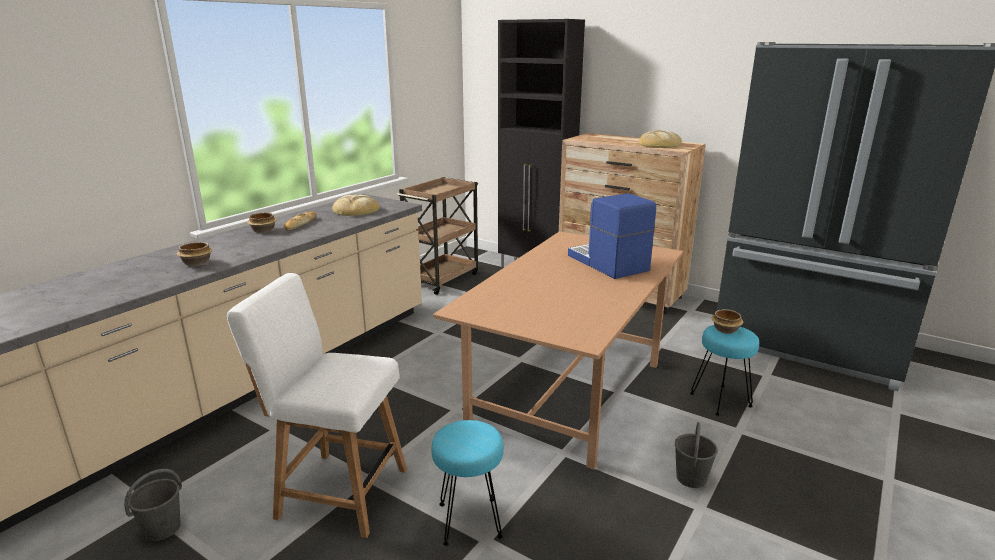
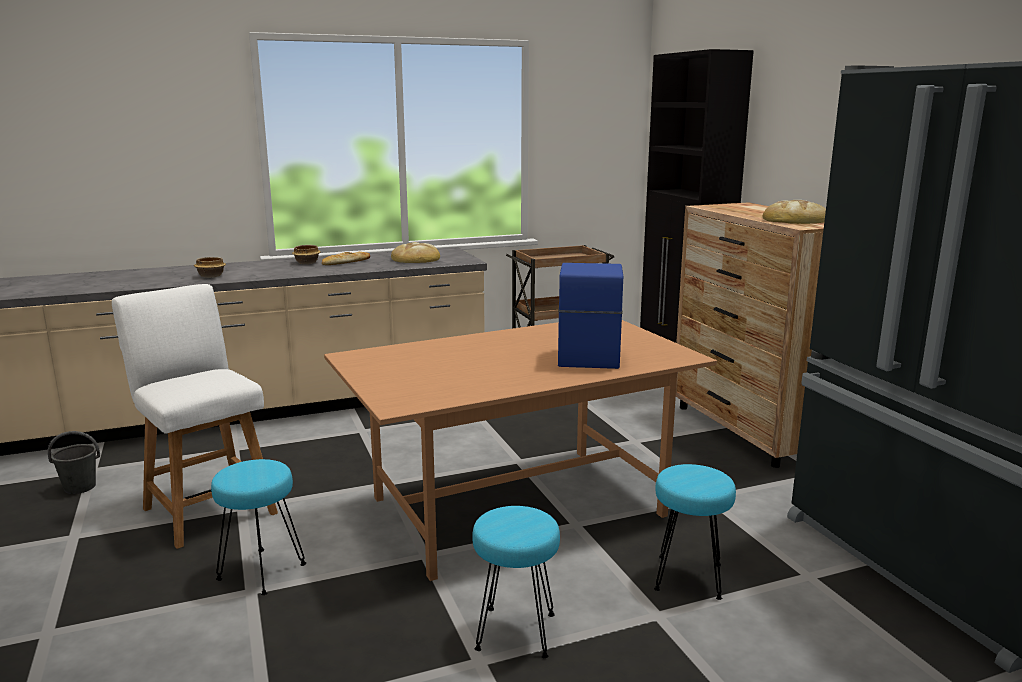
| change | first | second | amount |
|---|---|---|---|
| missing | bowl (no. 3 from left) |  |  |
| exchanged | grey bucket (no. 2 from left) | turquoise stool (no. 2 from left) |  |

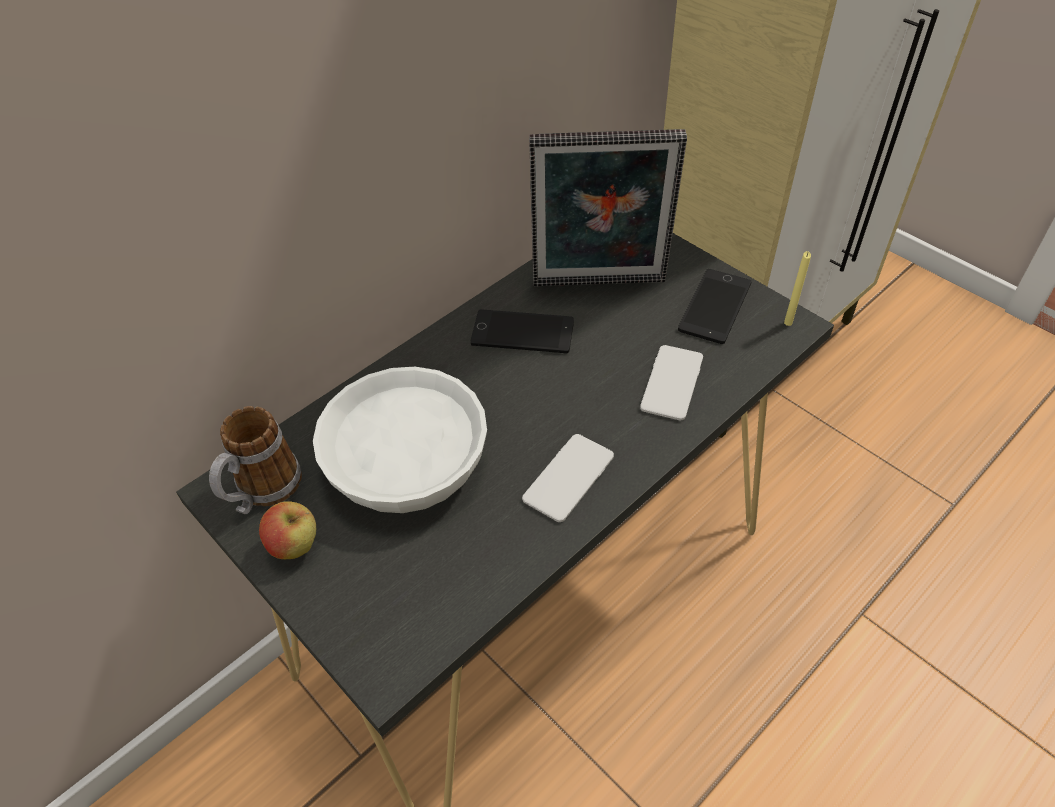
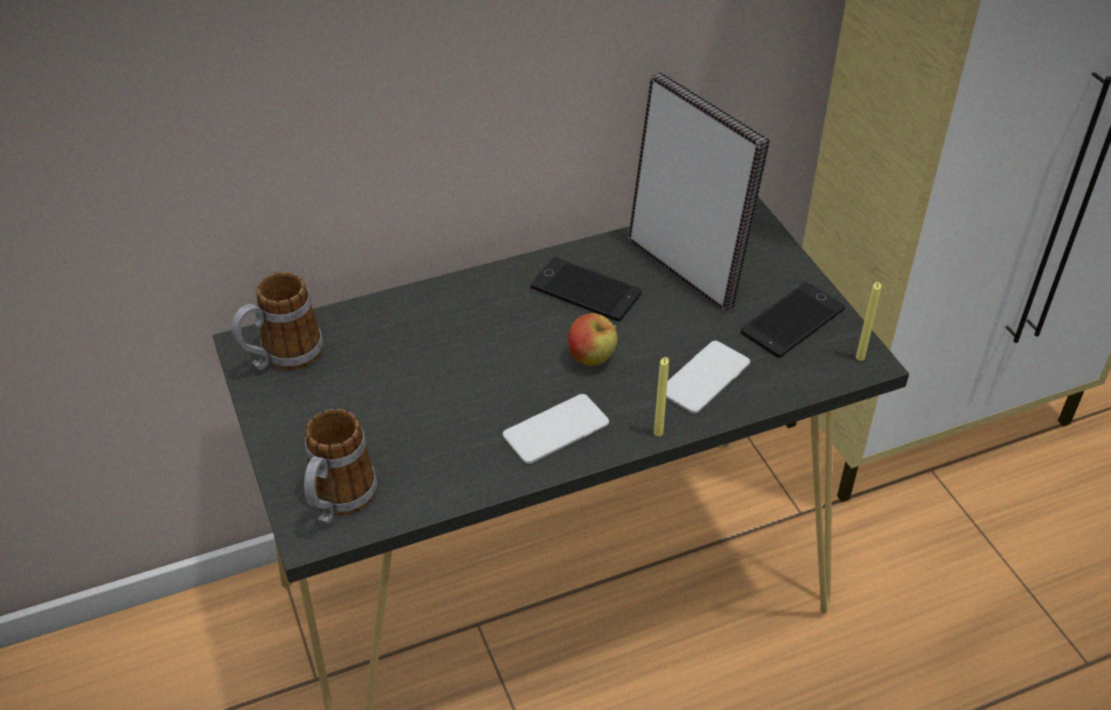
| change | first | second | amount |
|---|---|---|---|
| spun | picture frame |  | 150 degrees counterclockwise |
| missing | white bowl |  |  |
| relocated | apple |  |  |
| appeared |  | yellow candle (no. 1 from left) |  |
| appeared |  | mug (no. 2 from left) |  |

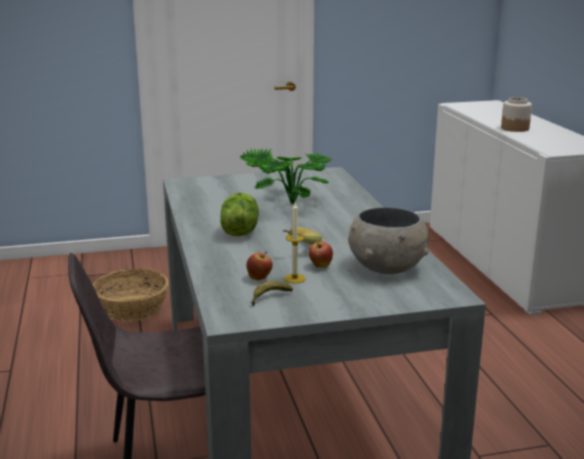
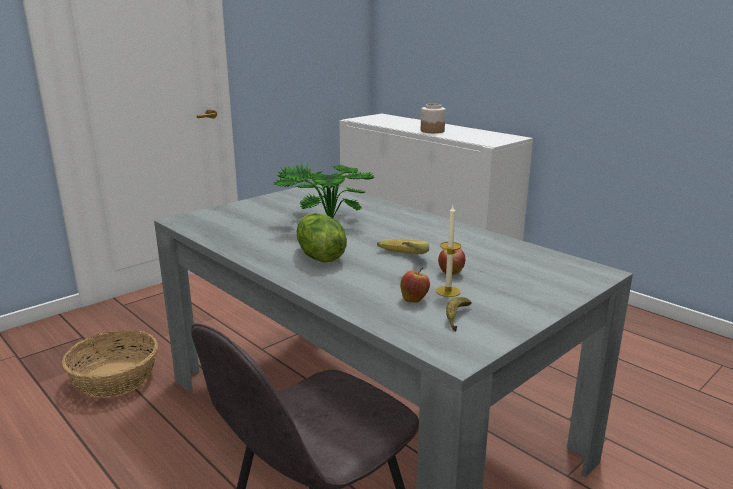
| change | first | second | amount |
|---|---|---|---|
| missing | grey bowl |  |  |

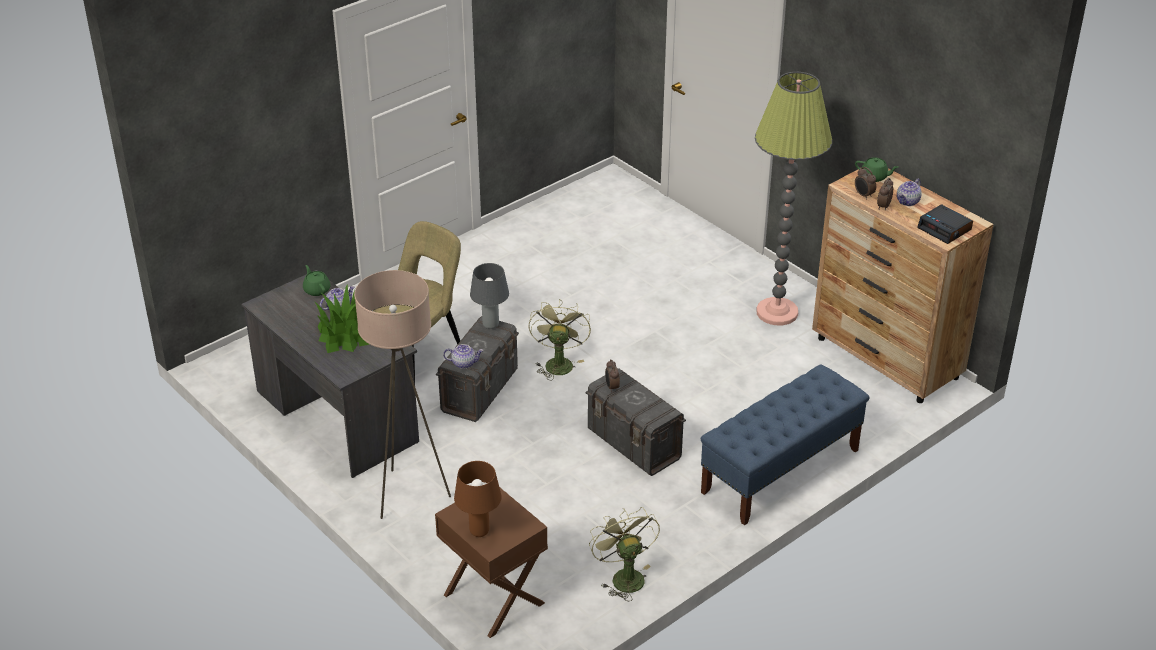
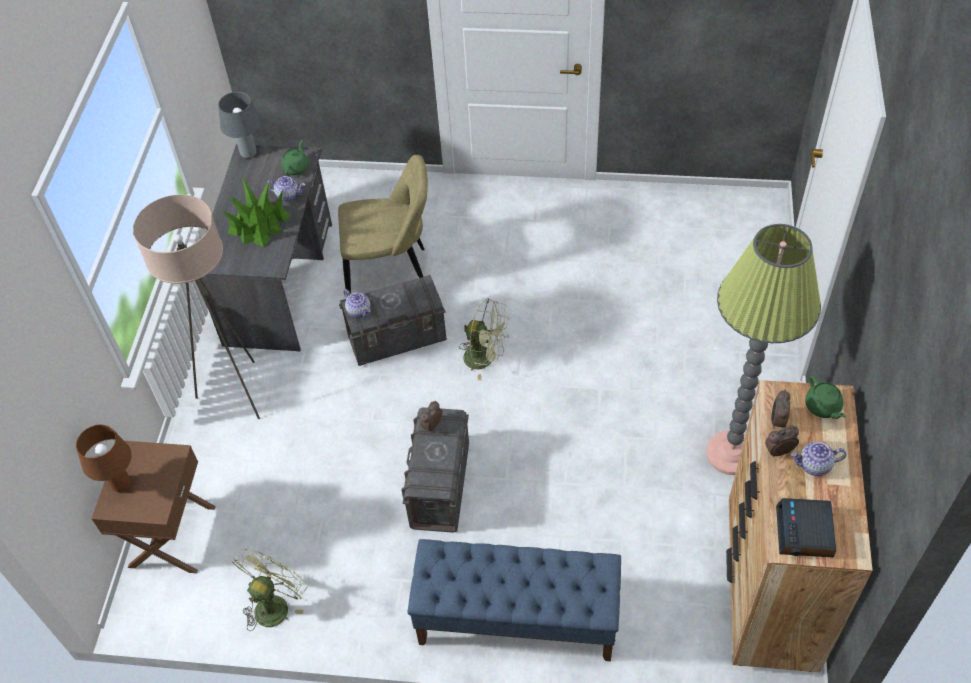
| change | first | second | amount |
|---|---|---|---|
| relocated | grey table lamp |  |  |
| spun | green fan (no. 1 from left in the first image) | green fan (no. 2 from left) | 60 degrees clockwise |

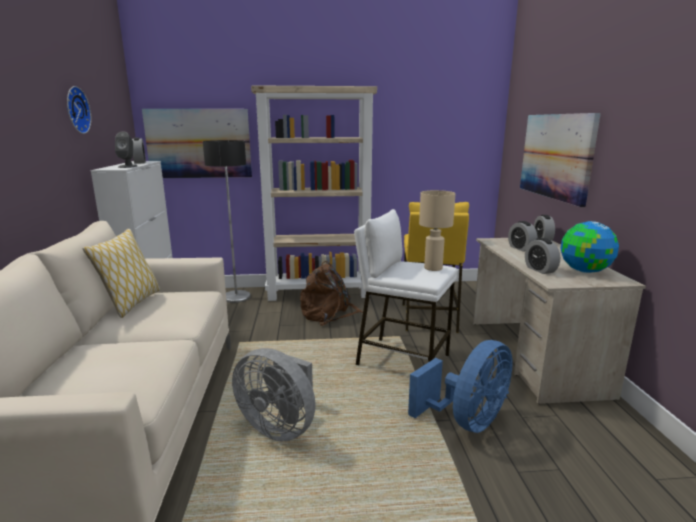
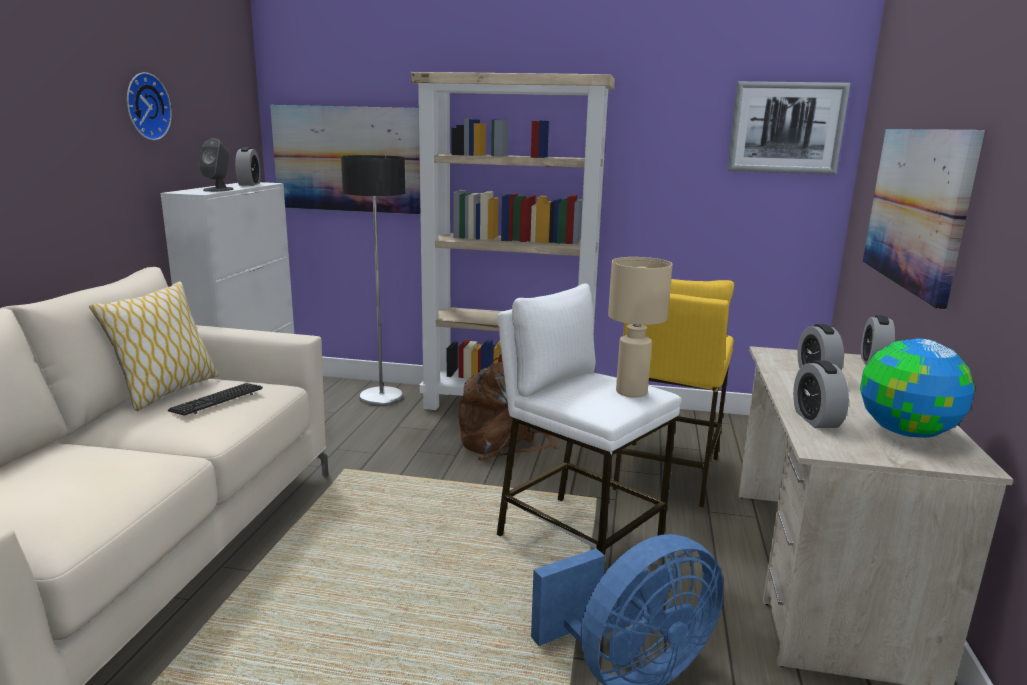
| change | first | second | amount |
|---|---|---|---|
| missing | grey fan |  |  |
| appeared |  | picture (no. 2 from left) |  |
| appeared |  | keyboard |  |

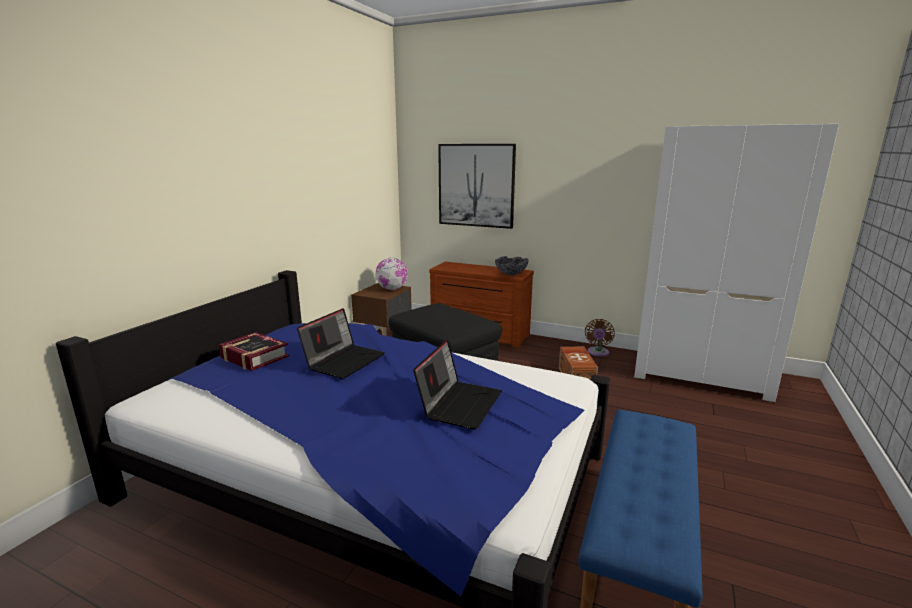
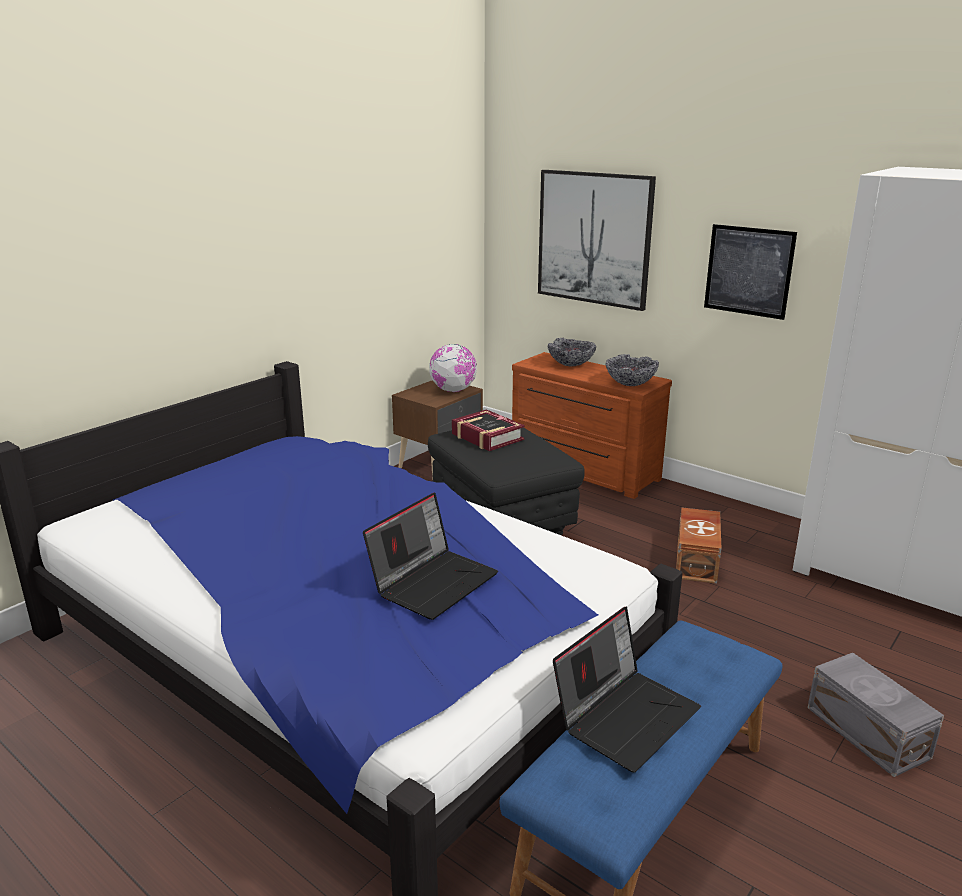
| change | first | second | amount |
|---|---|---|---|
| relocated | laptop (no. 1 from left in the first image) | laptop (no. 2 from left) |  |
| missing | brown fan |  |  |
| relocated | book |  |  |
| appeared |  | picture (no. 2 from left) |  |
| appeared |  | bowl (no. 1 from left) |  |
| appeared |  | grey storage box |  |

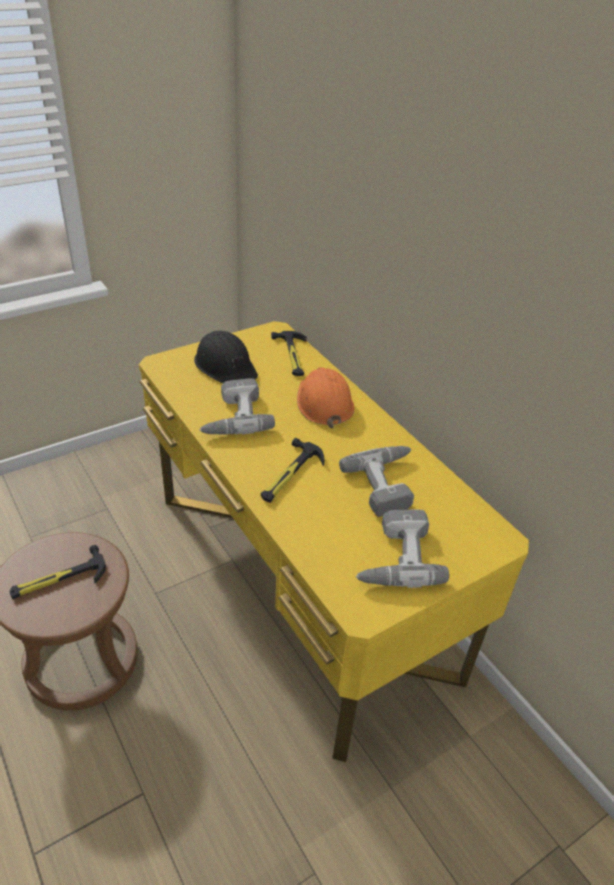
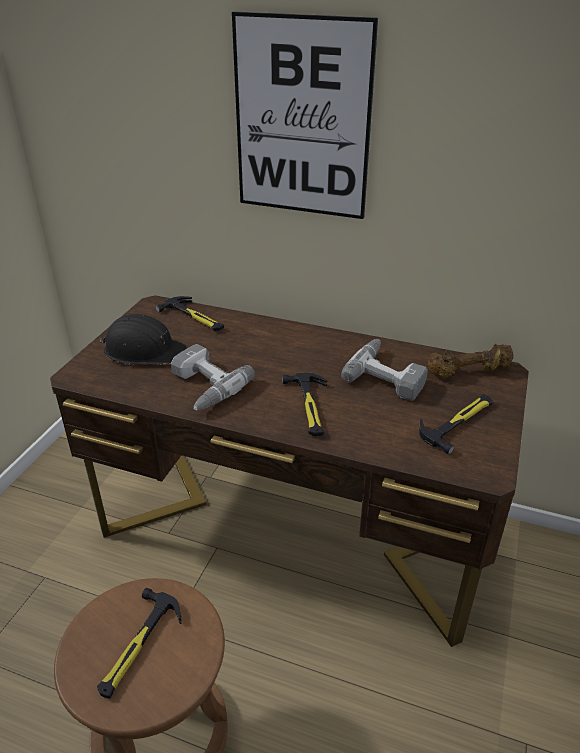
| change | first | second | amount |
|---|---|---|---|
| colour | yellow desk | brown desk |  |
| missing | orange hard hat |  |  |
| exchanged | power drill (no. 3 from left) | hammer (no. 4 from left) |  |
| appeared |  | picture |  |
| appeared |  | brown dumbbell |  |

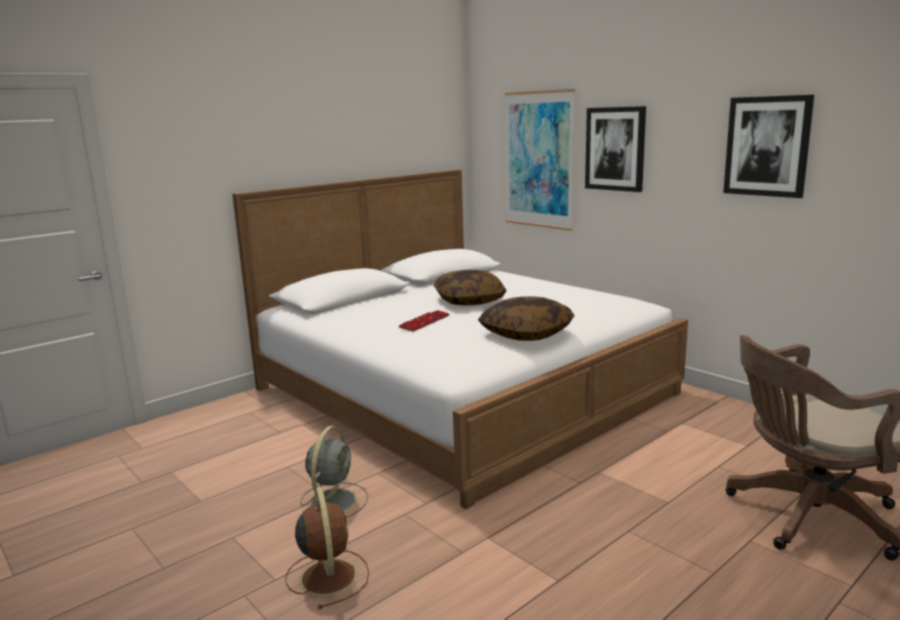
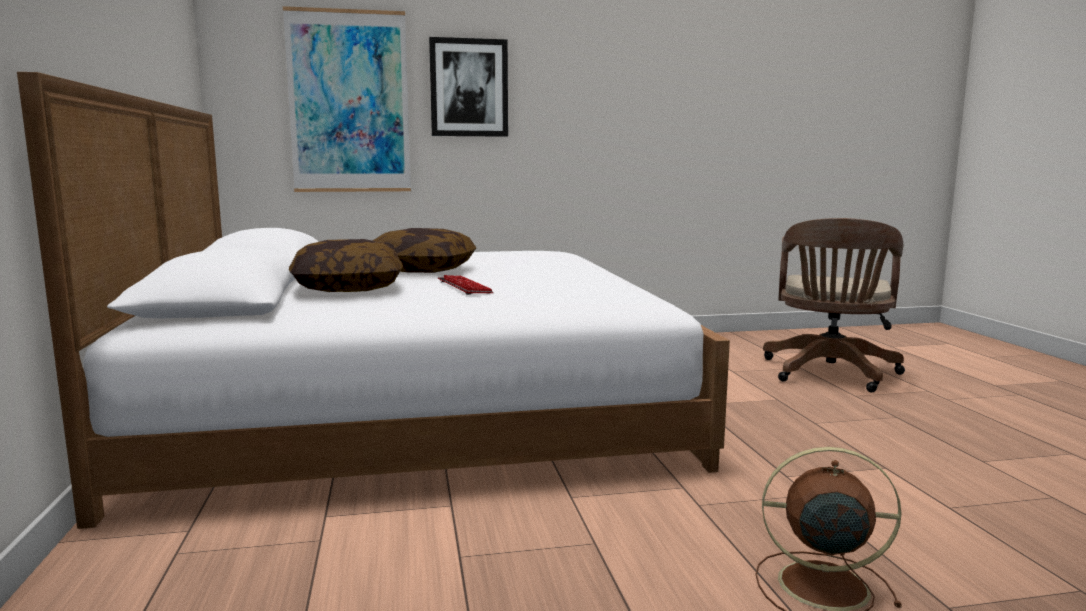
| change | first | second | amount |
|---|---|---|---|
| missing | picture (no. 3 from left) |  |  |
| relocated | pillow (no. 2 from left in the first image) | pillow (no. 1 from left) |  |
| missing | grey fan |  |  |

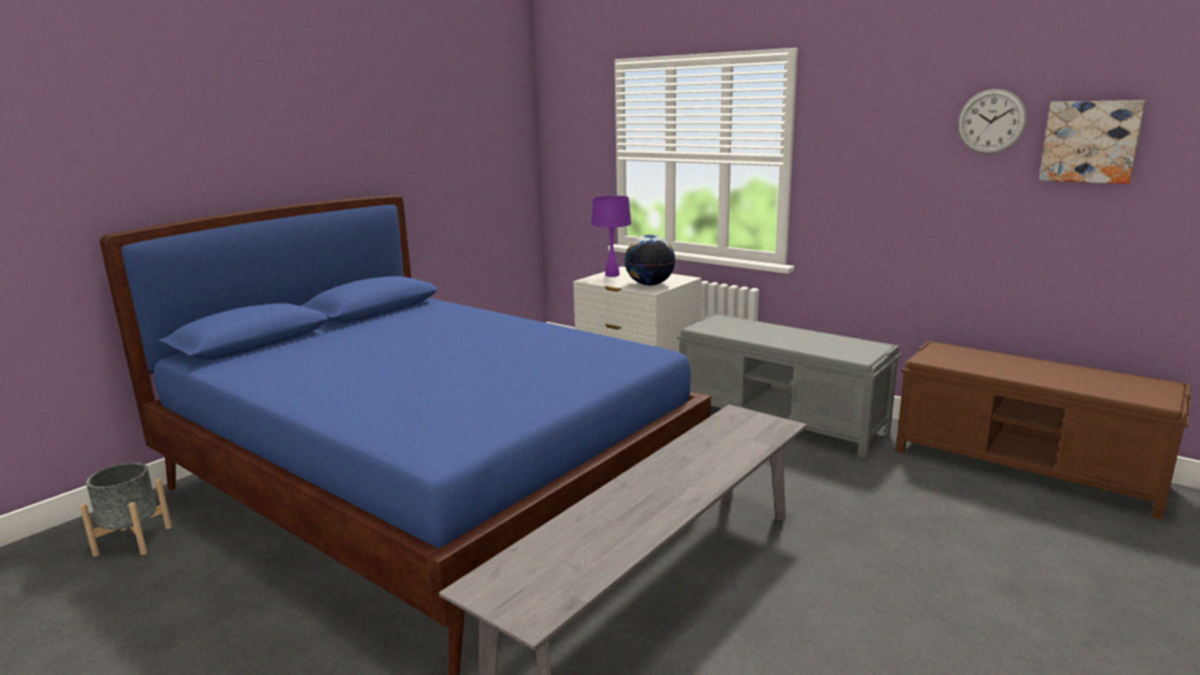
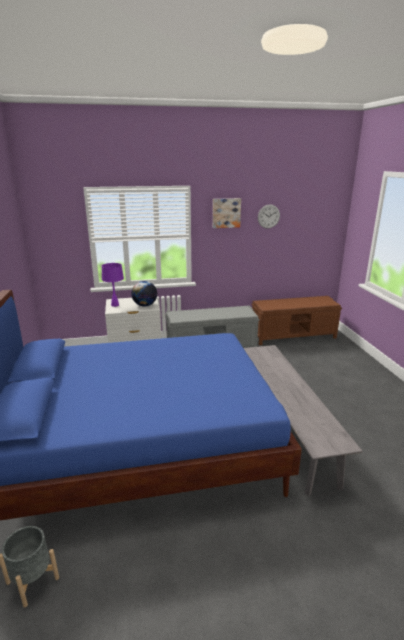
| change | first | second | amount |
|---|---|---|---|
| relocated | picture |  |  |

